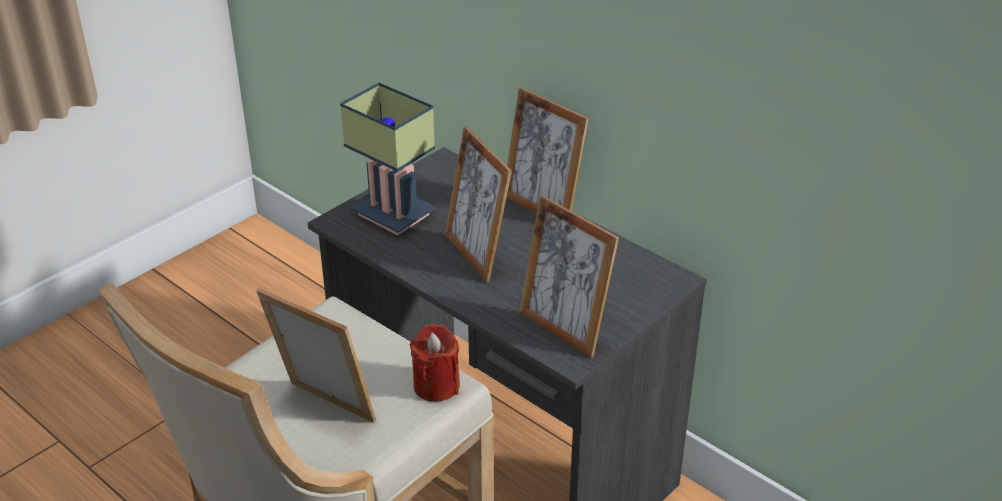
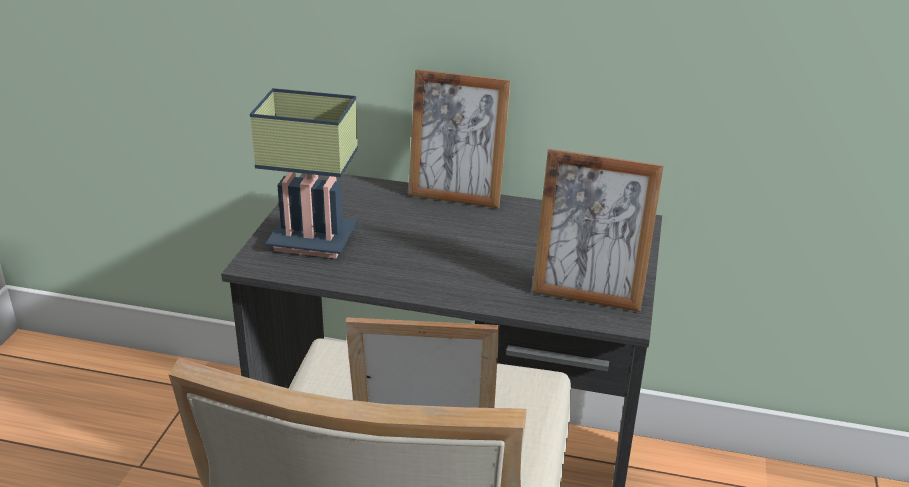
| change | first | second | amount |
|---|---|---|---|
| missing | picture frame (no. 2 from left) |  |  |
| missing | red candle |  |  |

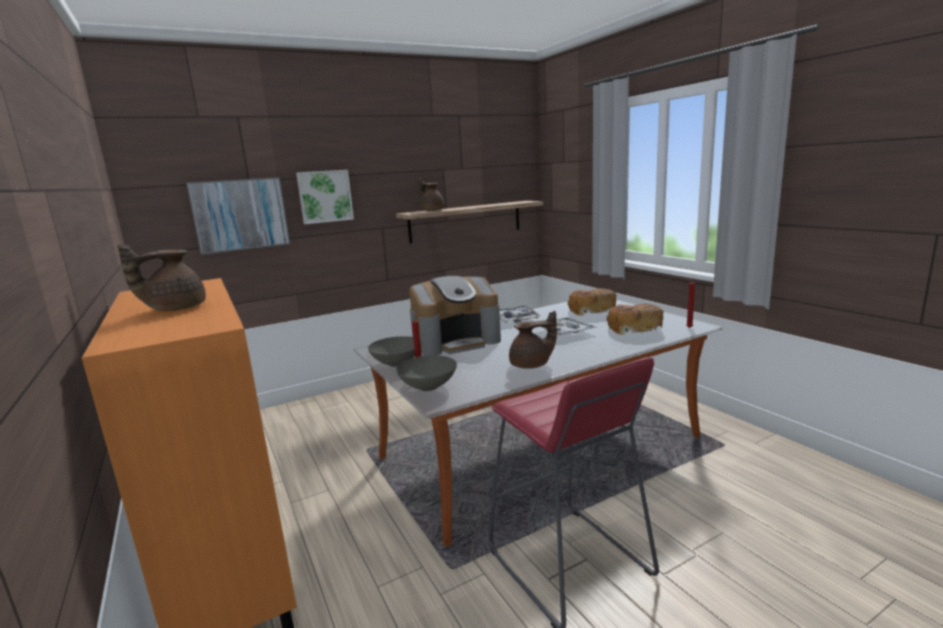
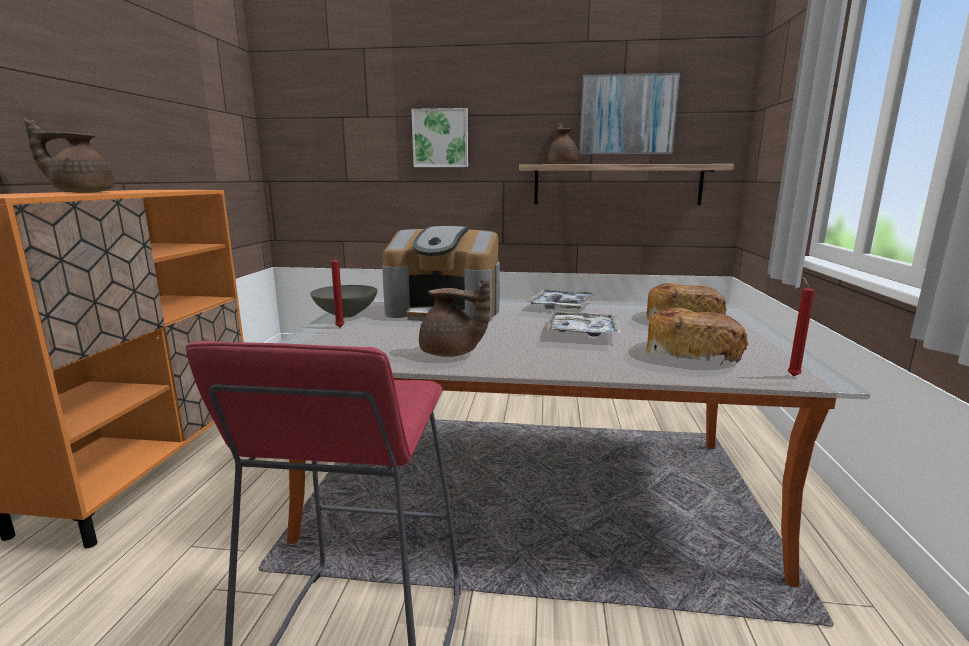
| change | first | second | amount |
|---|---|---|---|
| relocated | picture (no. 1 from left in the first image) | picture (no. 2 from left) |  |
| missing | grey bowl (no. 2 from left) |  |  |

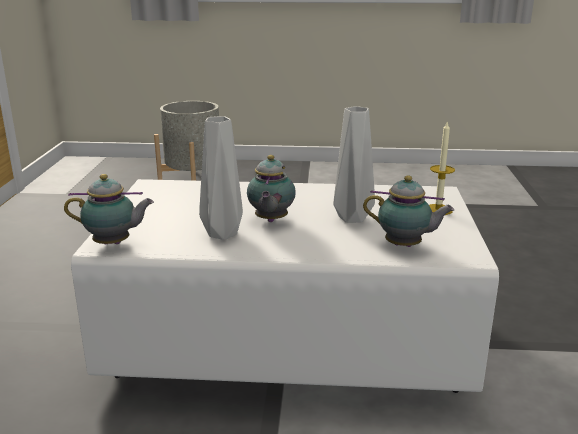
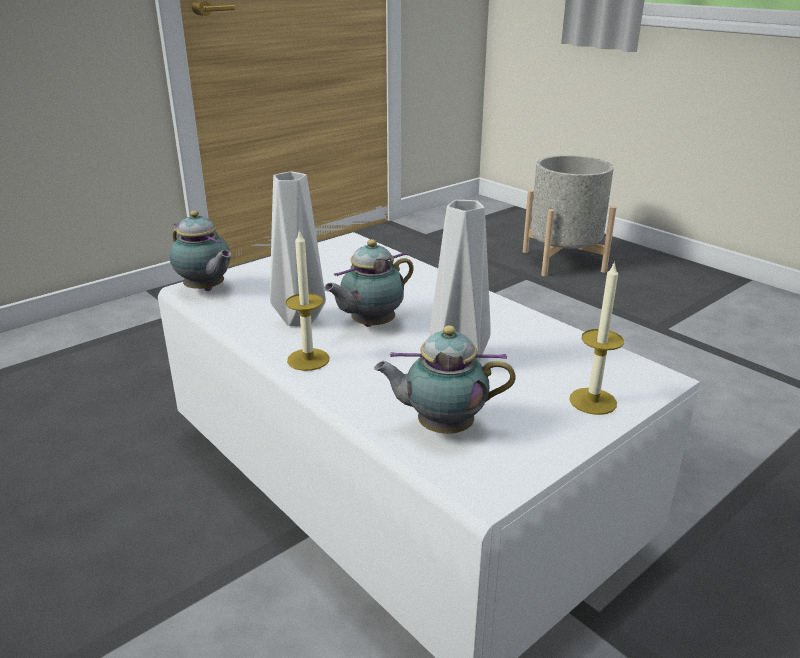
| change | first | second | amount |
|---|---|---|---|
| spun | teapot (no. 3 from left) |  | 120 degrees clockwise |
| appeared |  | candle (no. 1 from left) |  |

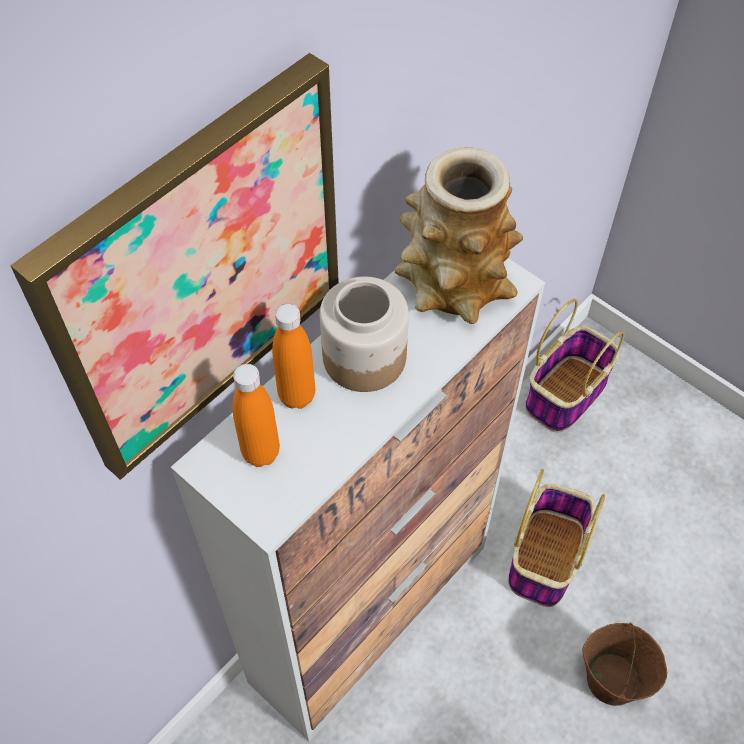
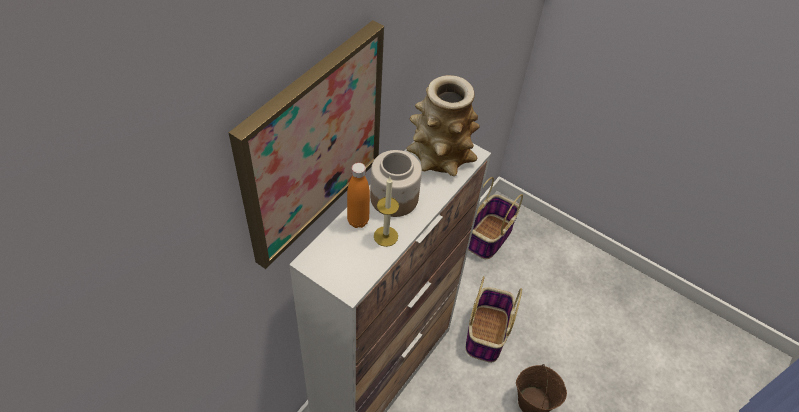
| change | first | second | amount |
|---|---|---|---|
| missing | orange bottle (no. 1 from left) |  |  |
| appeared |  | candle |  |

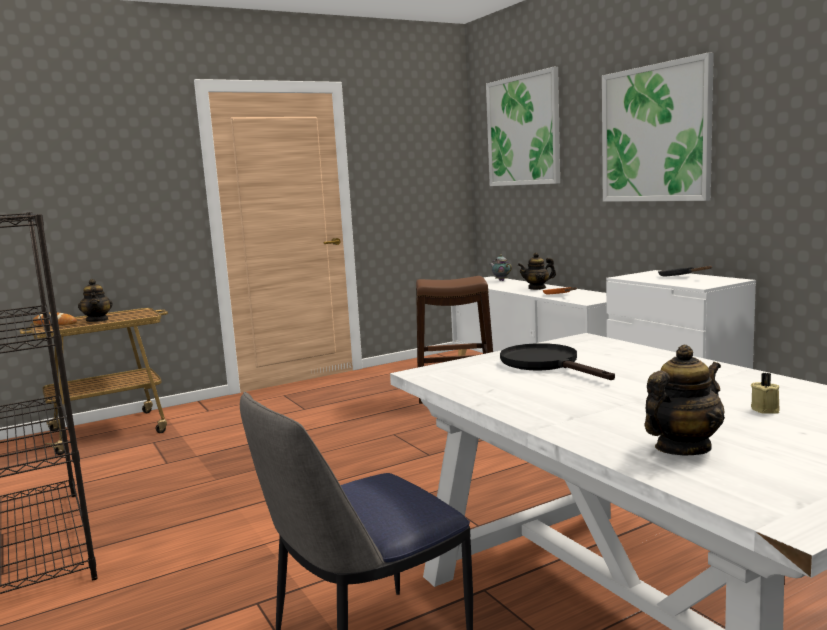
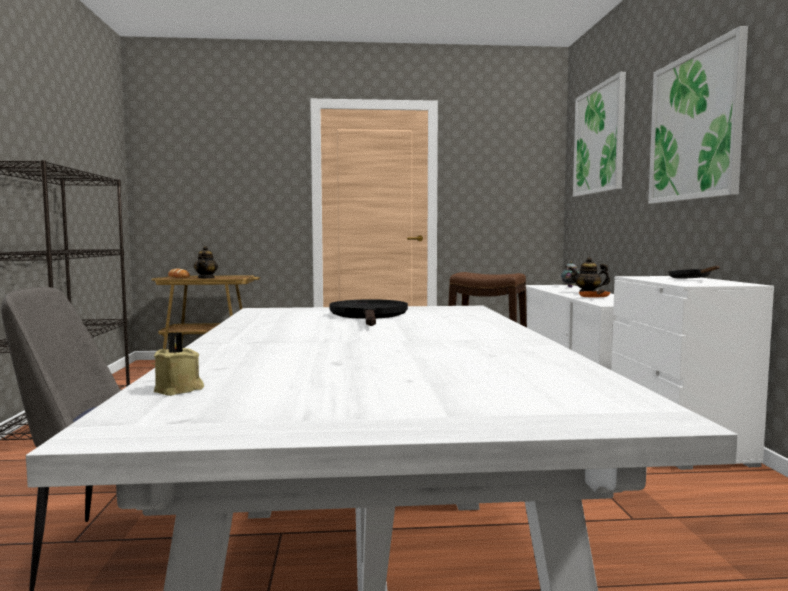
| change | first | second | amount |
|---|---|---|---|
| missing | teapot (no. 4 from left) |  |  |
| relocated | beige candle |  |  |

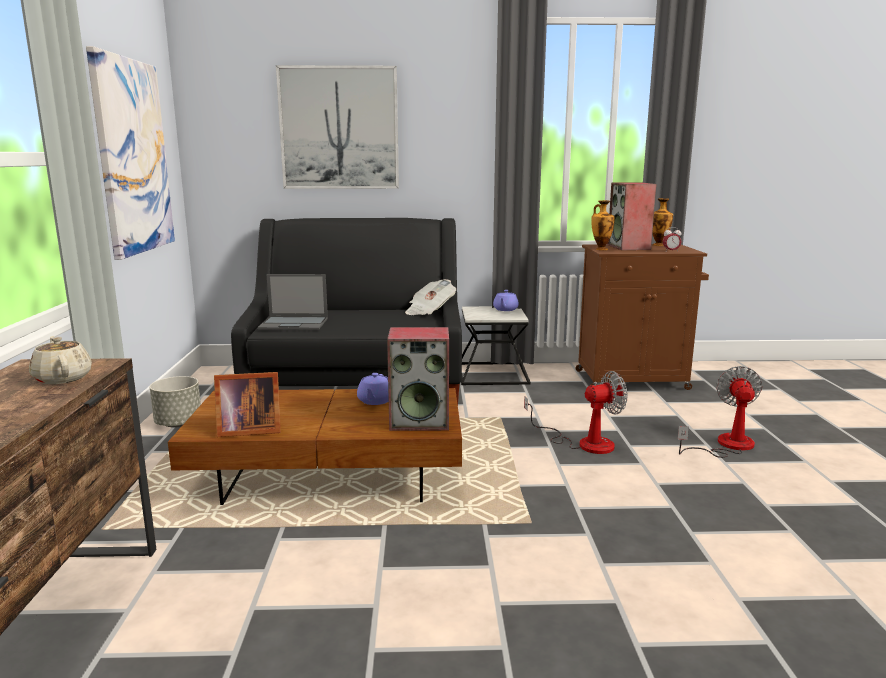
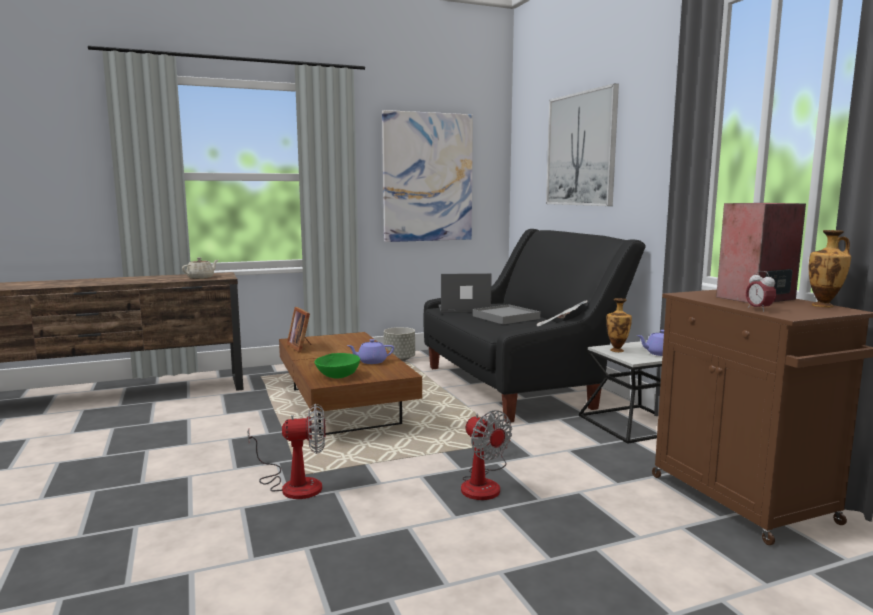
| change | first | second | amount |
|---|---|---|---|
| relocated | vase (no. 1 from left) |  |  |
| spun | laptop |  | 105 degrees clockwise |
| exchanged | speaker (no. 1 from left) | green bowl |  |
| relocated | fan (no. 2 from left in the first image) | fan (no. 1 from left) |  |
| appeared |  | grey tray |  |

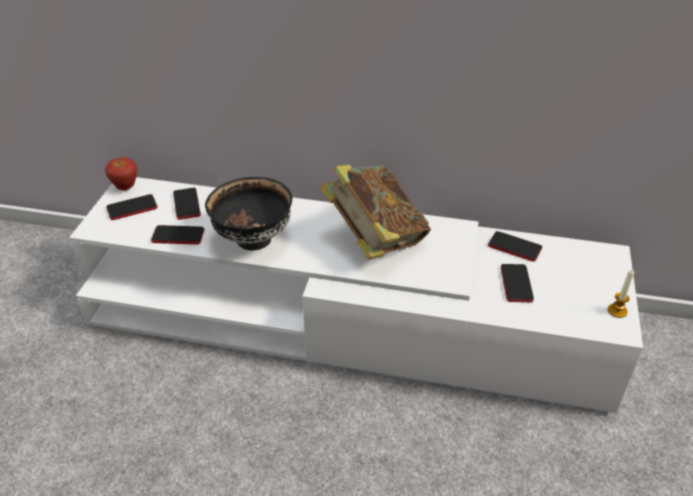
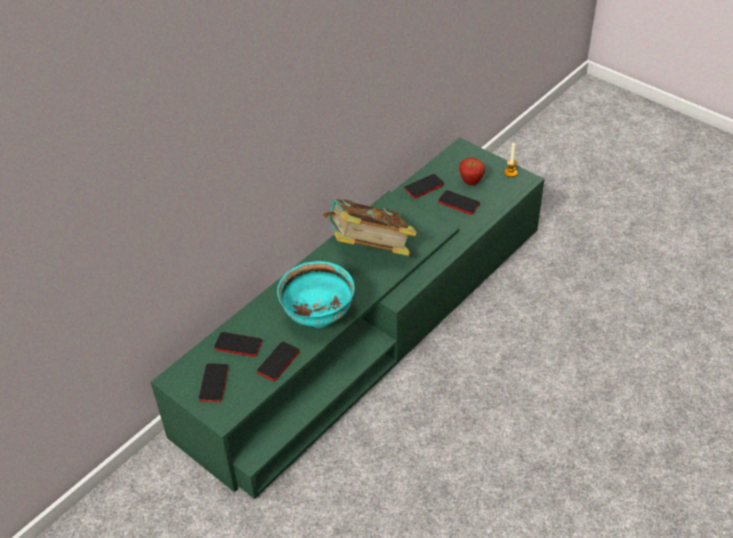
| change | first | second | amount |
|---|---|---|---|
| relocated | apple |  |  |
| colour | white tv stand | green tv stand |  |
| colour | black bowl | turquoise bowl |  |

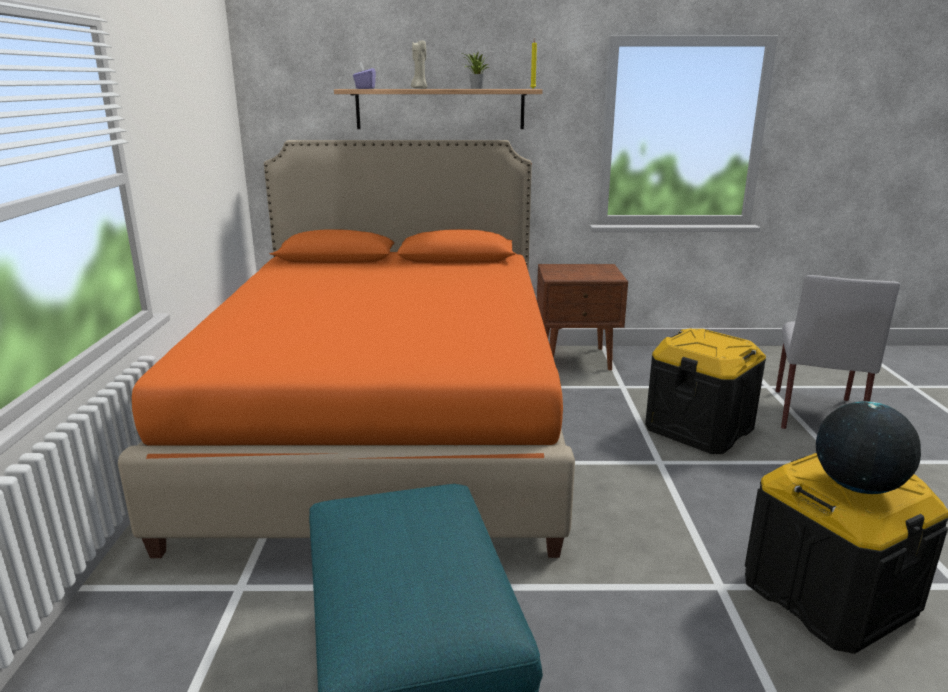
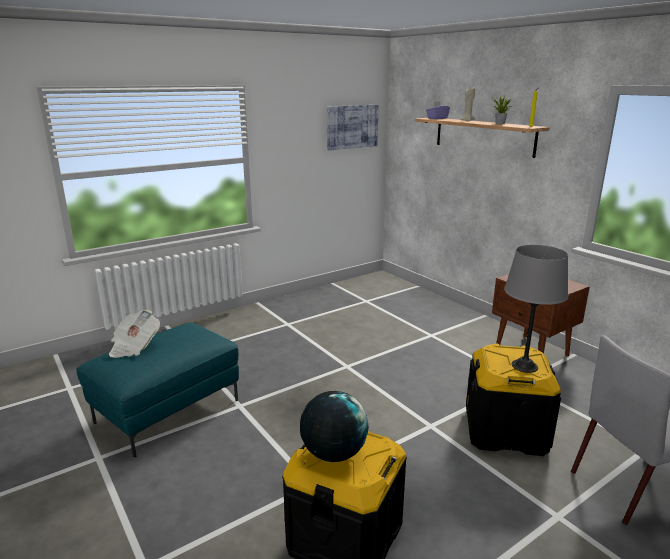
| change | first | second | amount |
|---|---|---|---|
| missing | orange bed |  |  |
| appeared |  | picture |  |
| appeared |  | grey table lamp |  |
| appeared |  | newspaper |  |

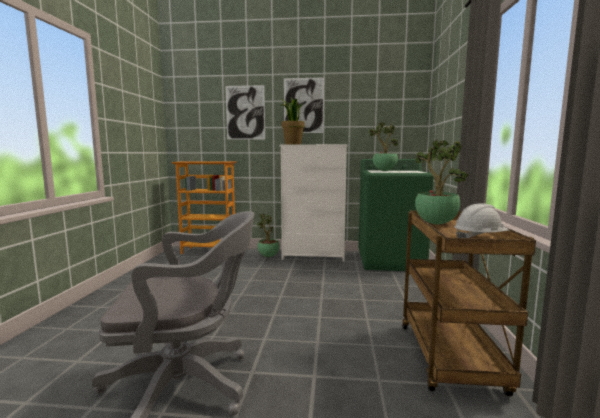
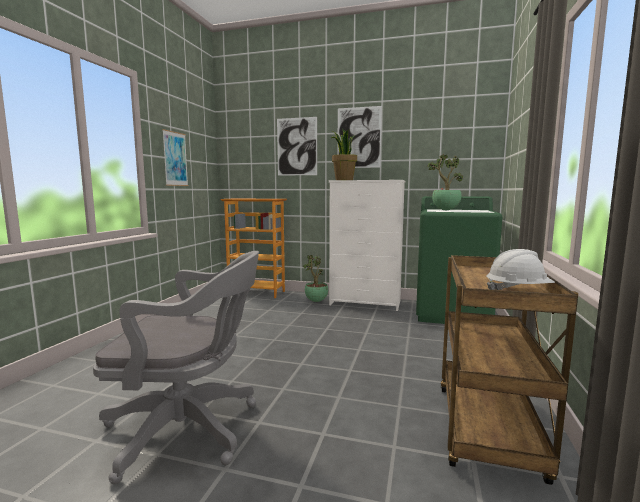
| change | first | second | amount |
|---|---|---|---|
| missing | potted plant (no. 4 from left) |  |  |
| appeared |  | picture (no. 1 from left) |  |

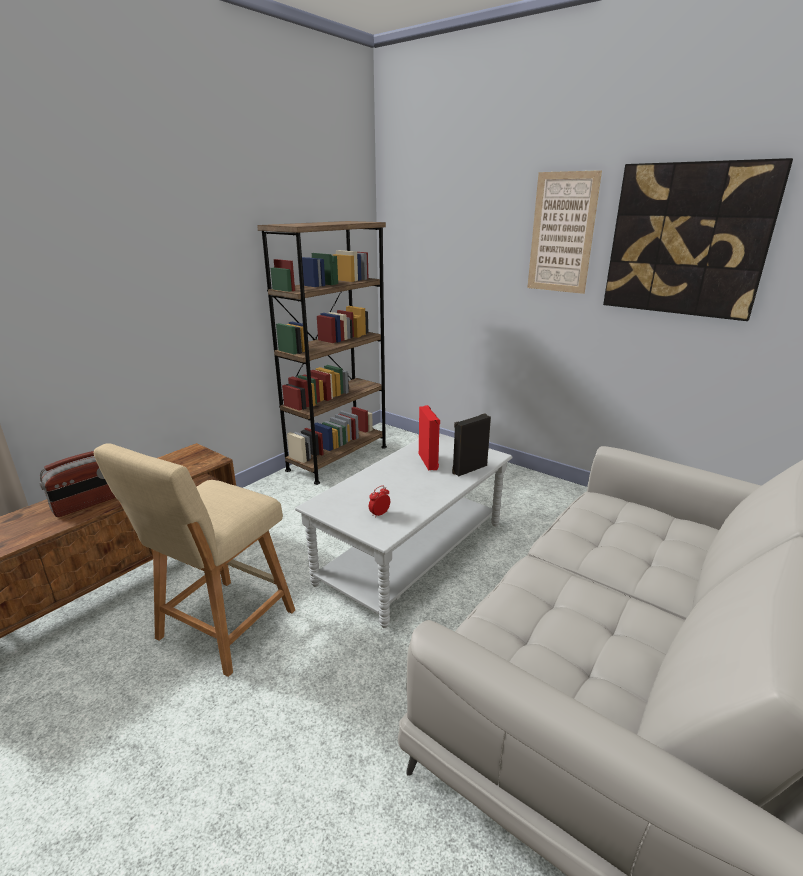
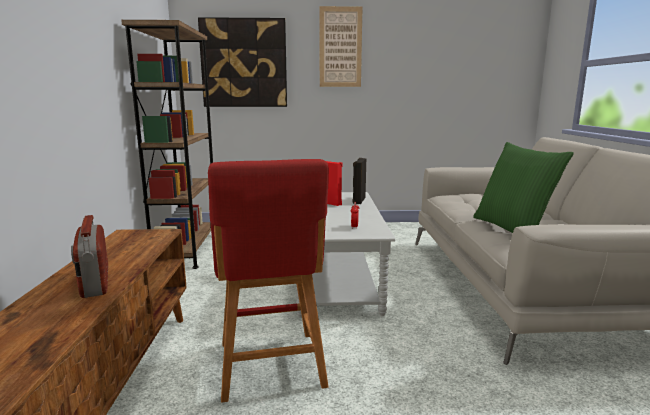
| change | first | second | amount |
|---|---|---|---|
| relocated | picture (no. 2 from left in the first image) | picture (no. 1 from left) |  |
| colour | beige stool | red stool |  |
| spun | radio |  | 150 degrees clockwise |
| appeared |  | green pillow |  |

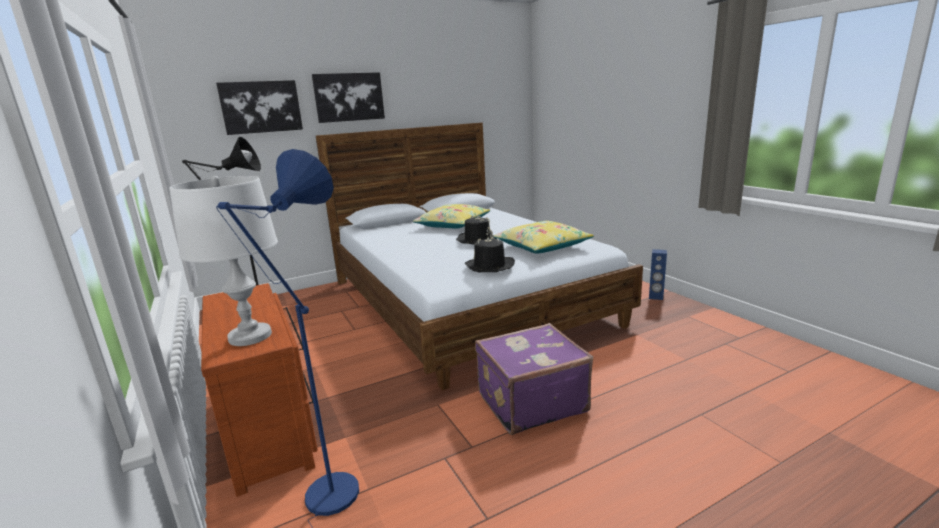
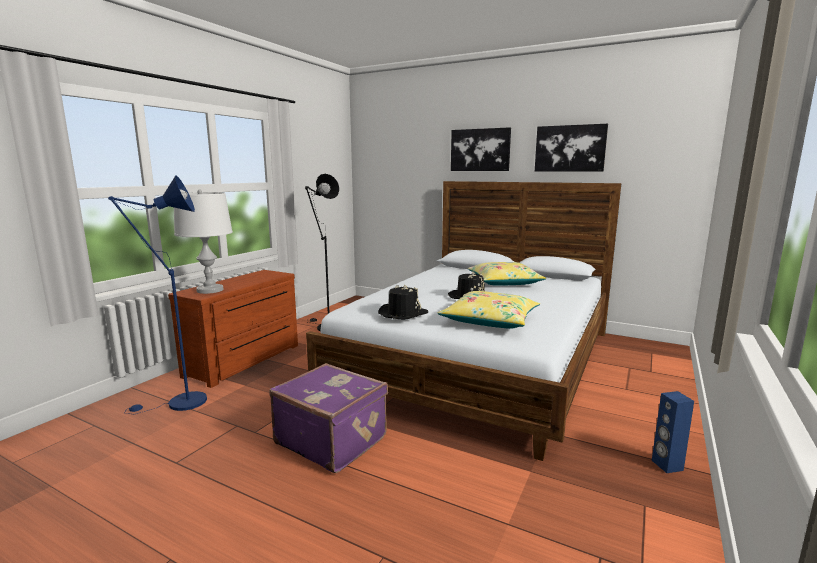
| change | first | second | amount |
|---|---|---|---|
| relocated | picture (no. 1 from left in the first image) | picture (no. 2 from left) |  |

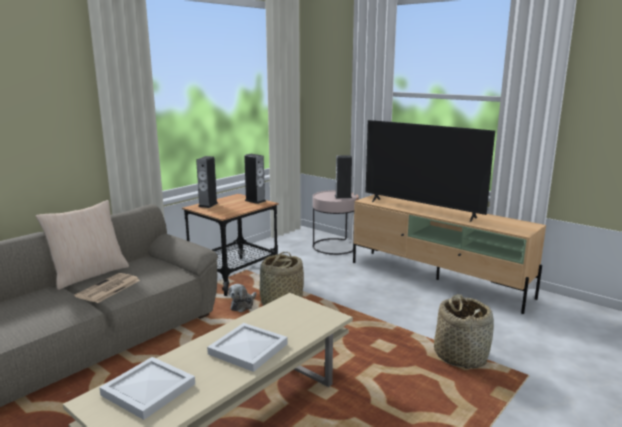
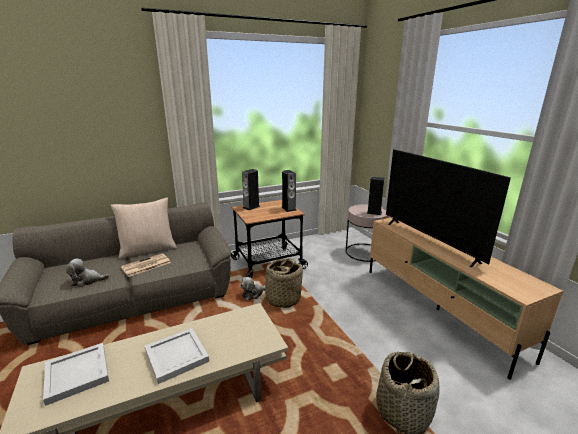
| change | first | second | amount |
|---|---|---|---|
| appeared |  | plush toy (no. 1 from left) |  |

